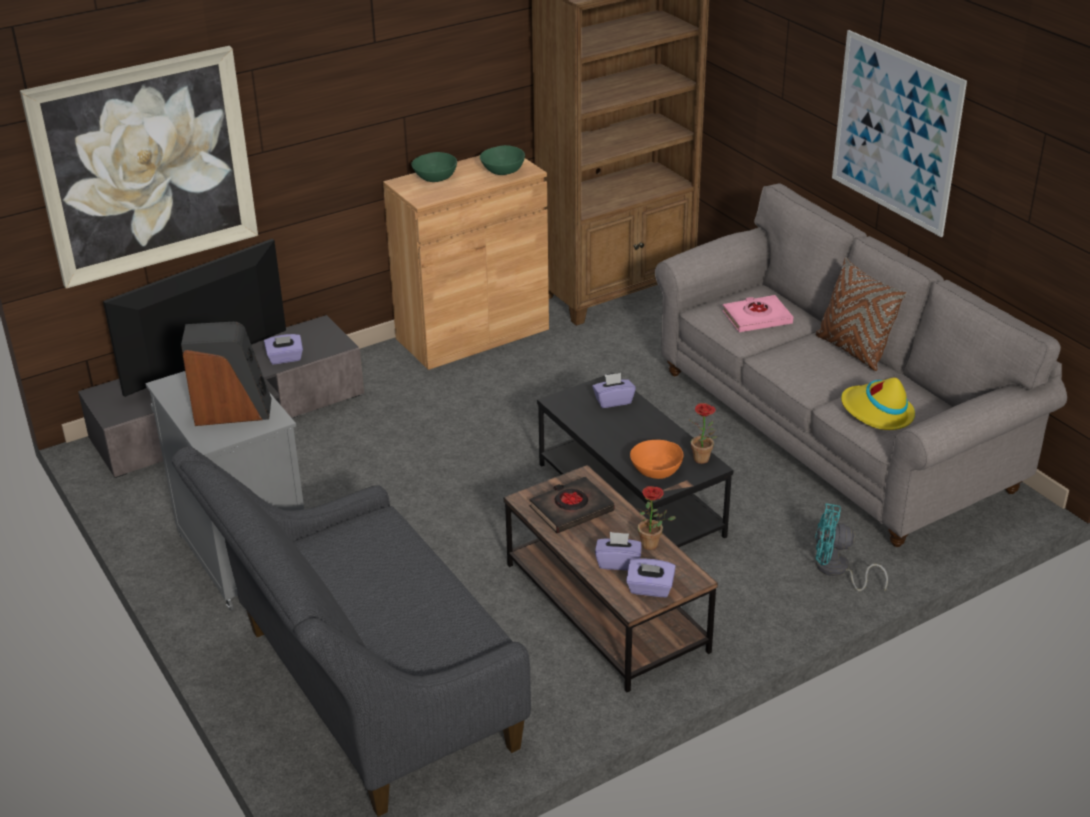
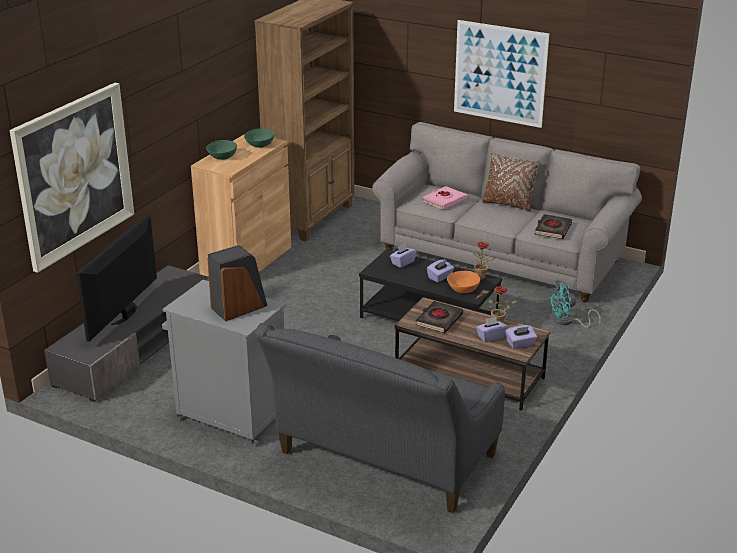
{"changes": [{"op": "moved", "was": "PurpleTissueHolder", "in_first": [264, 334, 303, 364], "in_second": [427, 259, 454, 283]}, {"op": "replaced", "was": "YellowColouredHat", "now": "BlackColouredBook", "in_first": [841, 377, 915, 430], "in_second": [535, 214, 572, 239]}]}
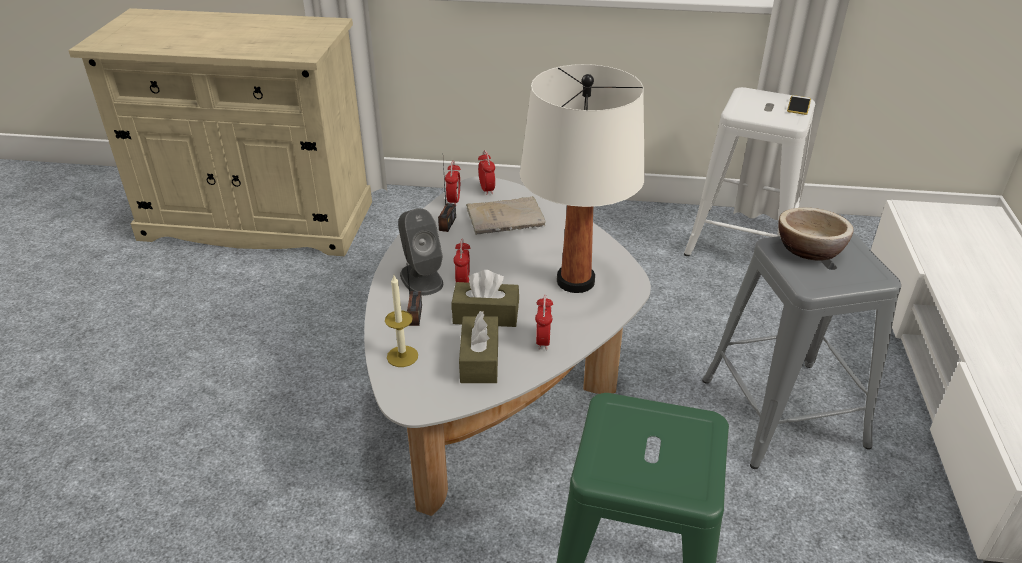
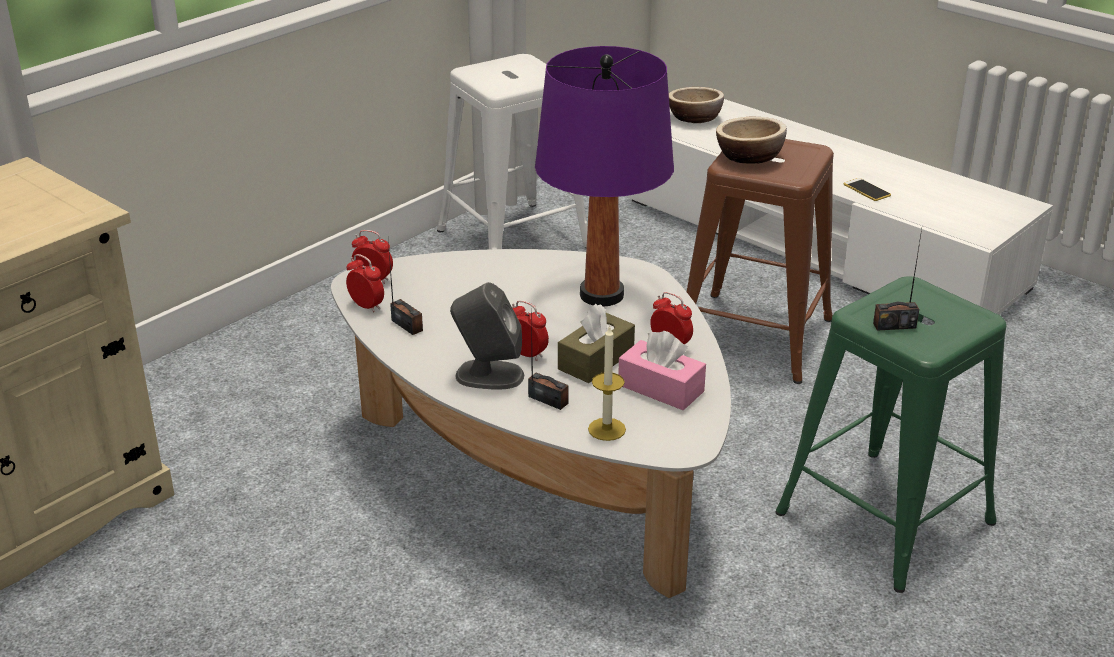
{"changes": [{"op": "recoloured", "was": "WhiteColouredTabletopLamp", "now": "PurpleTabletopLamp", "in_first": [520, 64, 645, 293], "in_second": [535, 46, 674, 306]}, {"op": "moved", "was": "Phone", "in_first": [787, 95, 811, 115], "in_second": [844, 178, 891, 201]}, {"op": "removed", "was": "BeigeColouredBook", "in_first": [466, 196, 545, 235]}, {"op": "recoloured", "was": "GrayStool", "now": "BrownishStool", "in_first": [702, 233, 901, 469], "in_second": [687, 139, 834, 384]}, {"op": "recoloured", "was": "BrownishTissueHolder", "now": "PinkColouredTissueHolder", "in_first": [459, 311, 498, 383], "in_second": [618, 331, 706, 410]}, {"op": "added", "now": "ServingBowl", "in_second": [669, 87, 724, 123]}, {"op": "added", "now": "RadioSet", "in_second": [873, 229, 922, 331]}]}
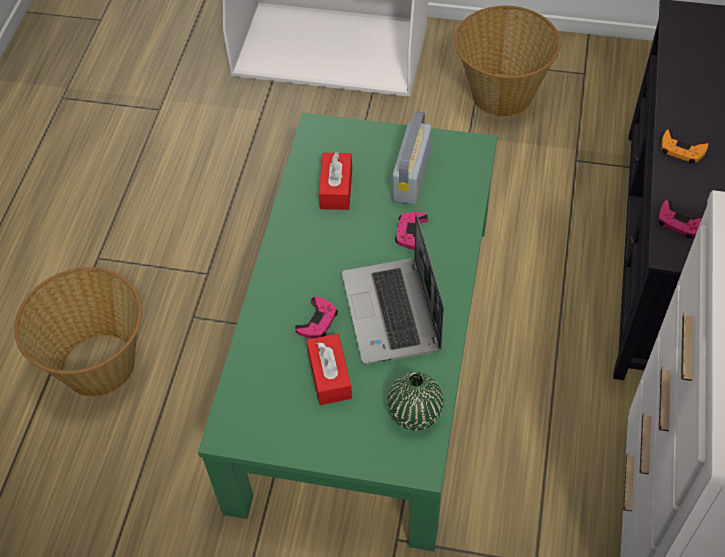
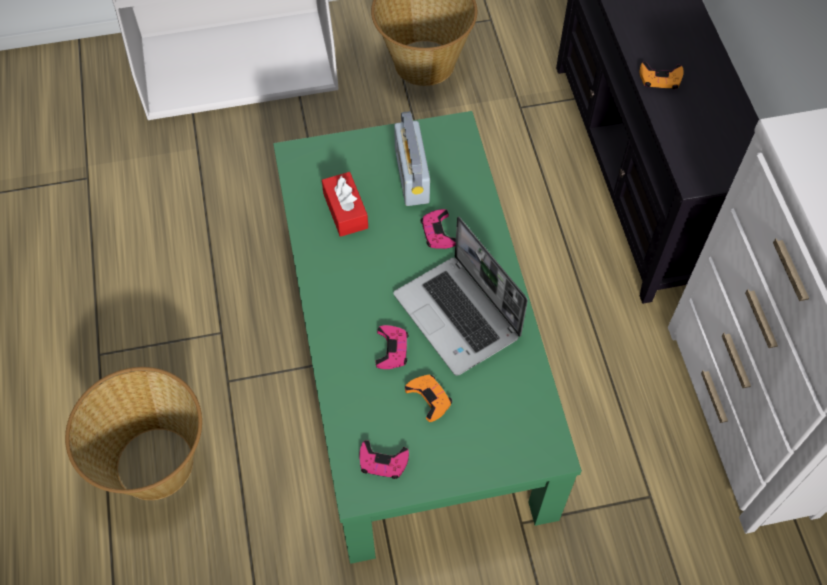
{"changes": [{"op": "moved", "was": "PinkColouredGamepad", "in_first": [658, 199, 703, 238], "in_second": [359, 440, 409, 479]}, {"op": "replaced", "was": "ReddishTissueHolder", "now": "OrangeGamepad", "in_first": [307, 334, 352, 405], "in_second": [405, 375, 452, 422]}, {"op": "removed", "was": "GreenColouredDecorativeVase", "in_first": [387, 371, 444, 430]}]}
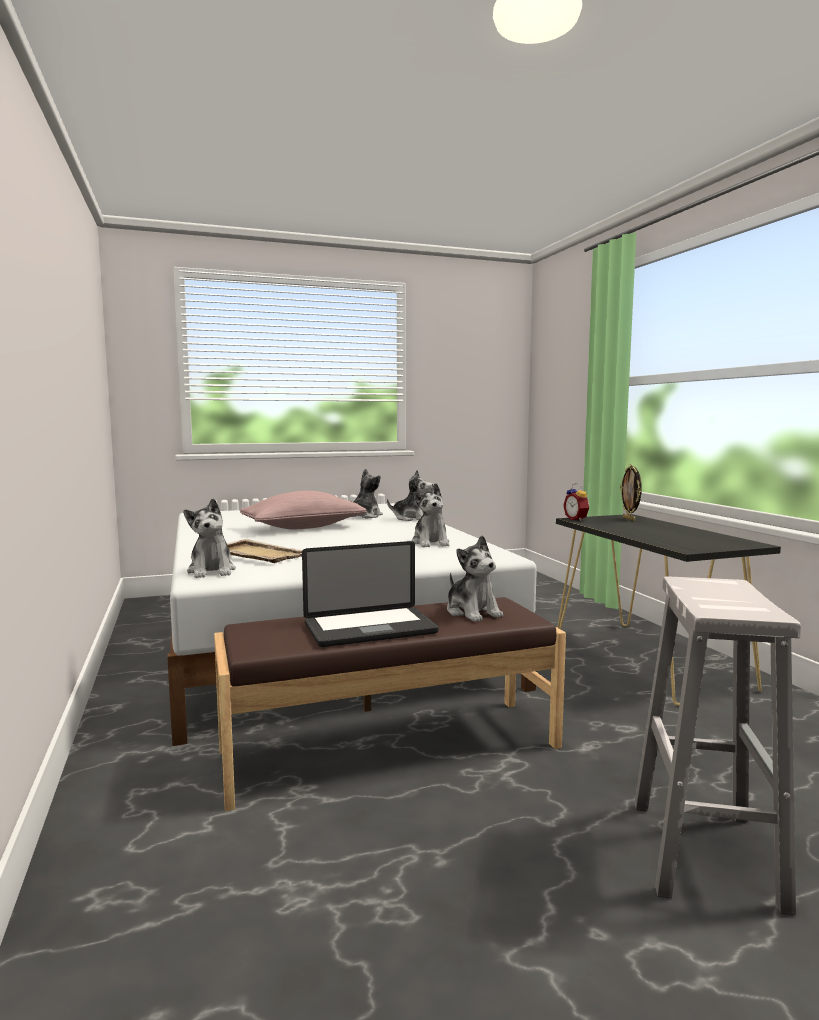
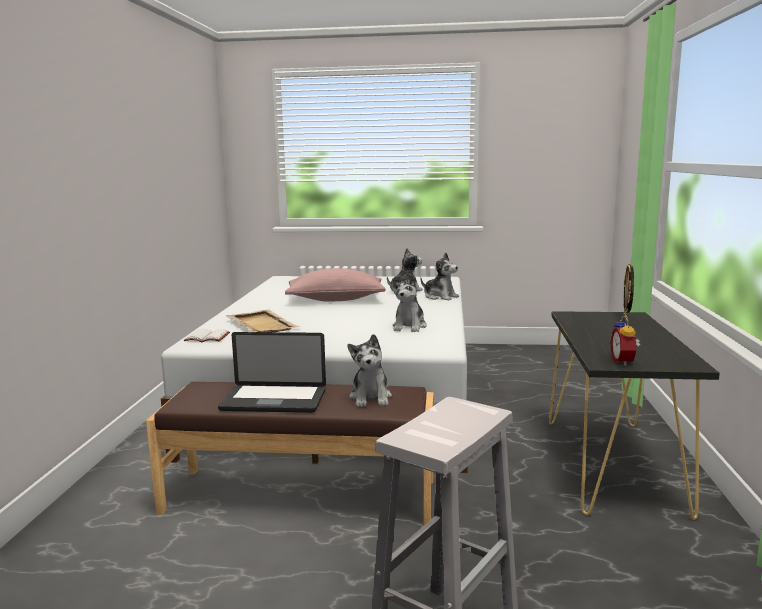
{"changes": [{"op": "moved", "was": "BedsideClock", "in_first": [563, 483, 590, 521], "in_second": [610, 316, 640, 366]}, {"op": "replaced", "was": "SoftToy", "now": "WhiteColouredBook", "in_first": [183, 498, 236, 578], "in_second": [184, 329, 230, 342]}]}
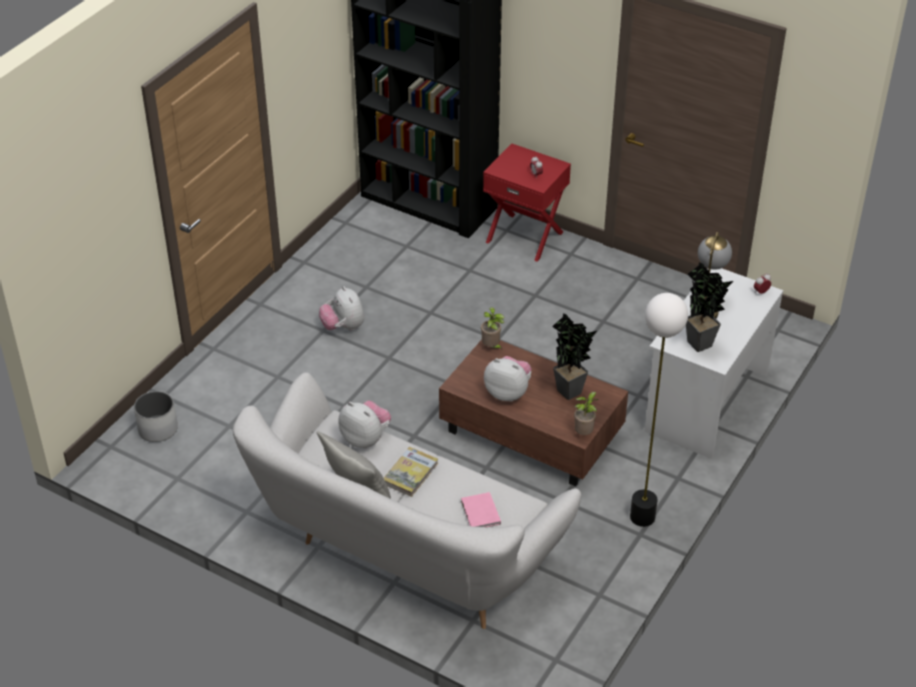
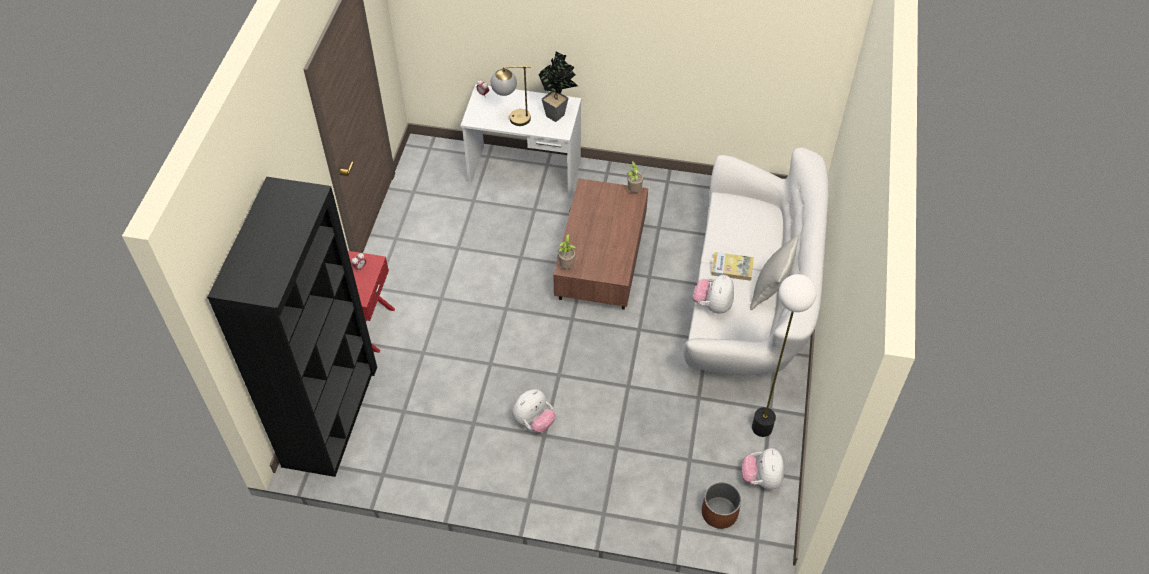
{"changes": [{"op": "moved", "was": "FloorLamp", "in_first": [630, 293, 688, 527], "in_second": [752, 274, 817, 437]}, {"op": "removed", "was": "PlantInAPot", "in_first": [552, 314, 597, 400]}, {"op": "moved", "was": "SoftToy", "in_first": [484, 356, 532, 401], "in_second": [742, 448, 784, 490]}, {"op": "recoloured", "was": "WhiteColouredPlantPot", "now": "BrownishPlantPot", "in_first": [134, 391, 178, 442], "in_second": [702, 482, 741, 529]}, {"op": "removed", "was": "PinkColouredBook", "in_first": [461, 492, 501, 527]}]}
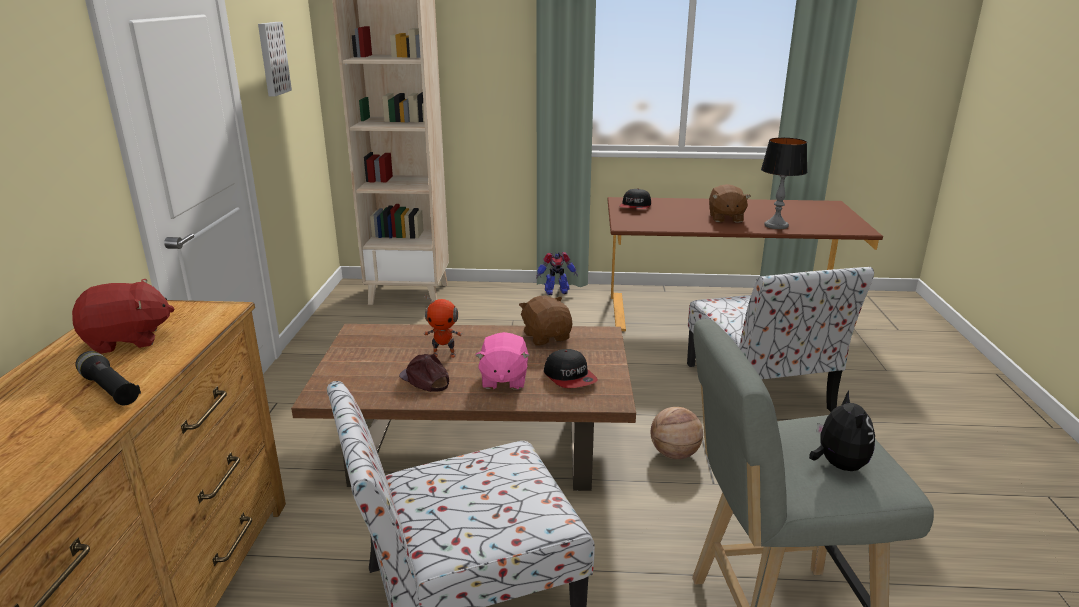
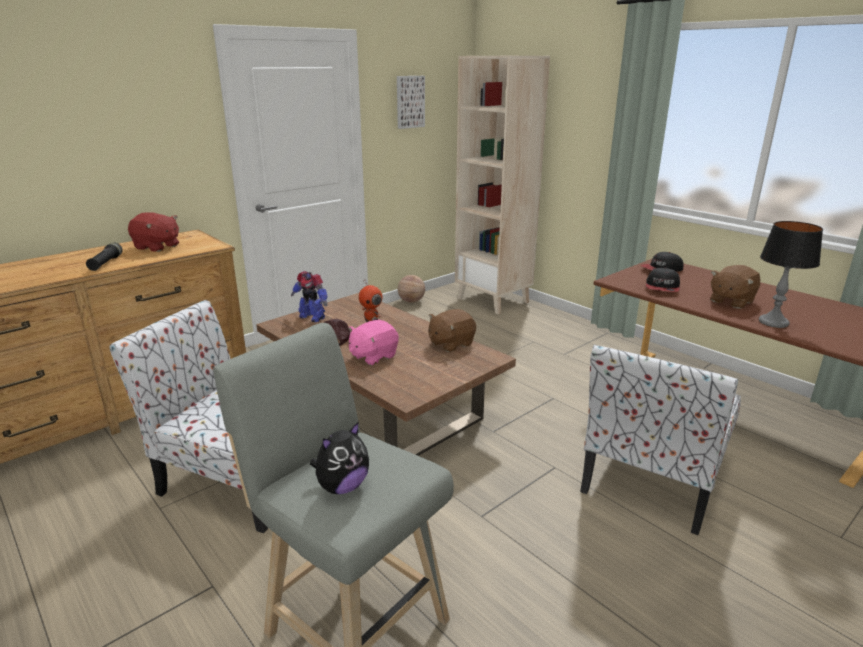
{"changes": [{"op": "moved", "was": "ModelRobot", "in_first": [536, 252, 578, 295], "in_second": [291, 271, 327, 322]}, {"op": "turned", "was": "BrownishSoftToy", "in_first": [519, 296, 572, 345], "in_second": [428, 309, 476, 352], "clockwise": -150}, {"op": "moved", "was": "PeakedCap", "in_first": [544, 349, 598, 388], "in_second": [646, 268, 680, 292]}, {"op": "moved", "was": "BasketballBall", "in_first": [651, 407, 703, 459], "in_second": [398, 275, 425, 303]}]}
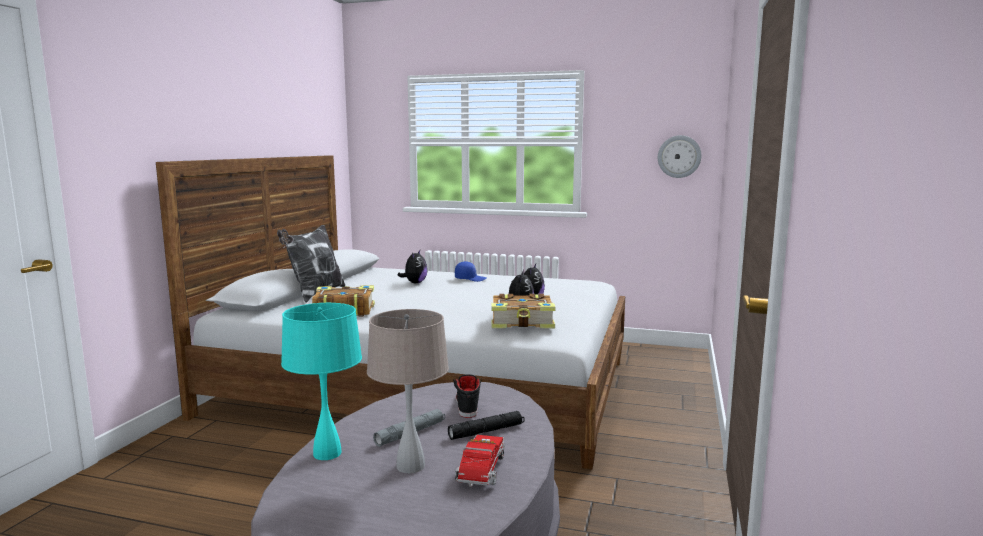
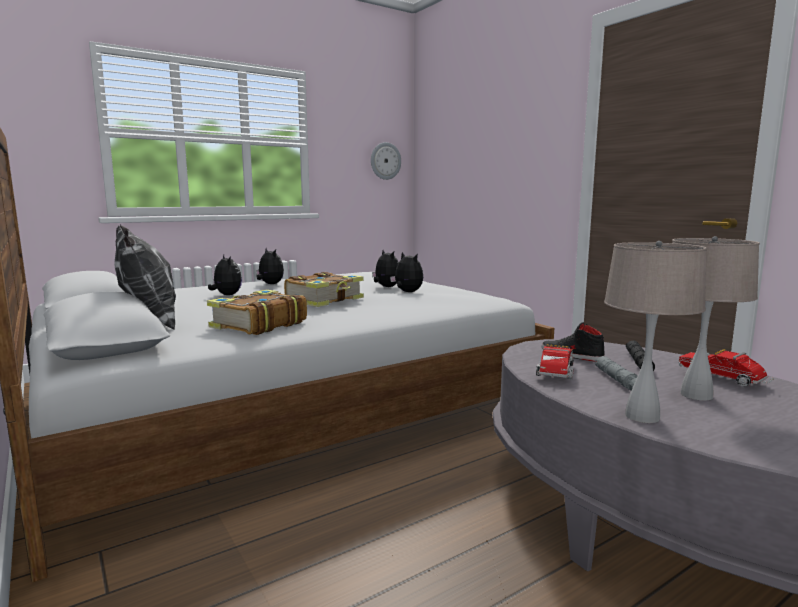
{"changes": [{"op": "replaced", "was": "BlueColouredPeakedCap", "now": "SoftToy", "in_first": [455, 261, 486, 282], "in_second": [256, 248, 284, 284]}, {"op": "moved", "was": "Book", "in_first": [492, 294, 556, 328], "in_second": [284, 272, 364, 307]}, {"op": "recoloured", "was": "TurquoiseTabletopLamp", "now": "BeigeColouredTabletopLamp", "in_first": [281, 303, 362, 460], "in_second": [604, 241, 707, 423]}, {"op": "added", "now": "ModelTruck", "in_second": [536, 344, 574, 380]}]}
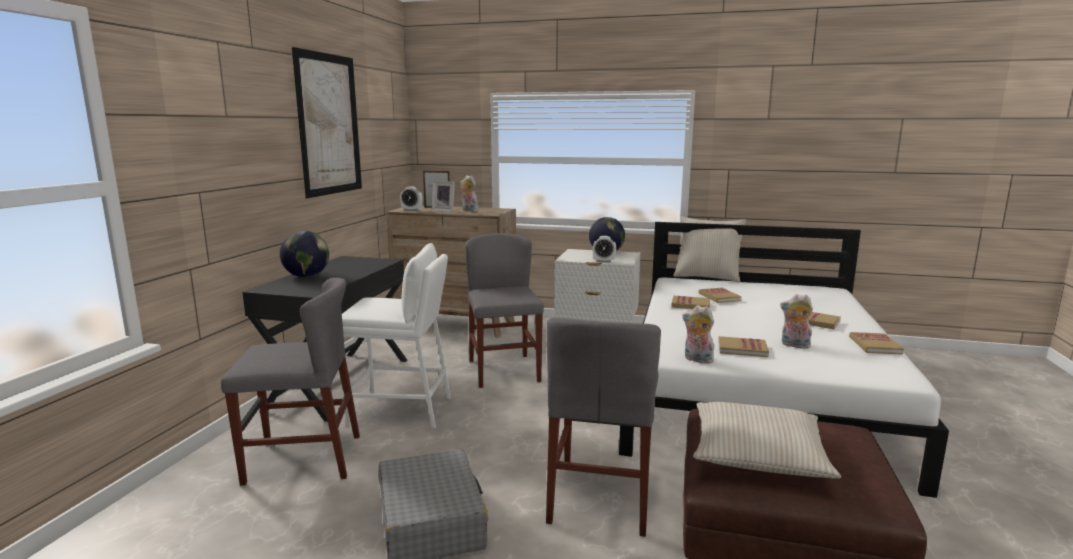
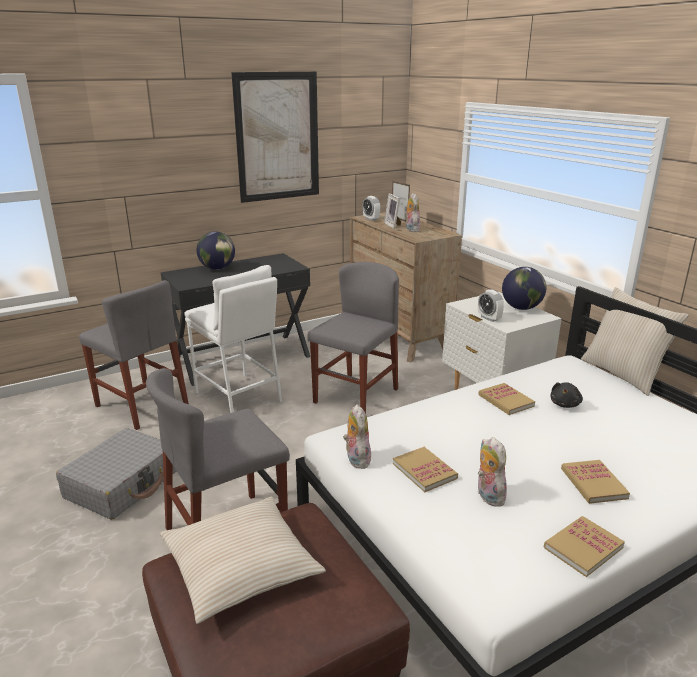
{"changes": [{"op": "replaced", "was": "Book", "now": "BlackColouredSoftToy", "in_first": [699, 288, 741, 303], "in_second": [551, 382, 583, 408]}]}
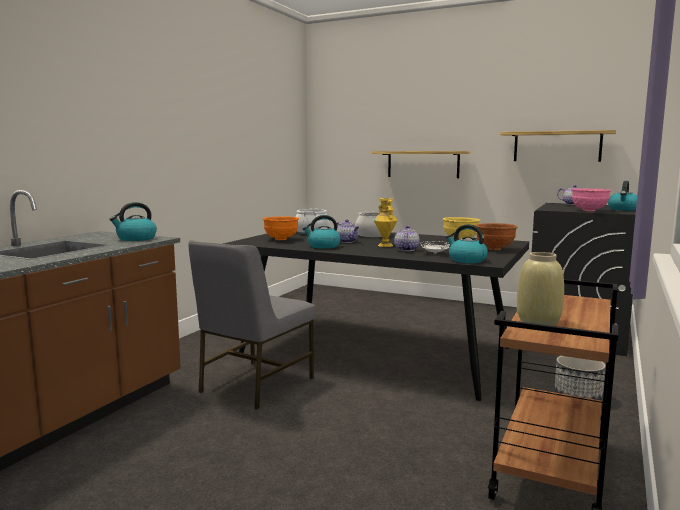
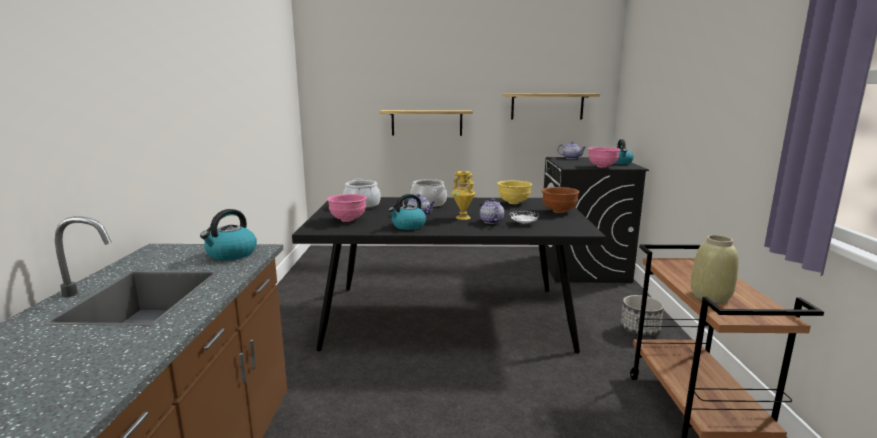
{"changes": [{"op": "recoloured", "was": "OrangeServingBowl", "now": "PinkColouredServingBowl", "in_first": [263, 217, 299, 240], "in_second": [327, 194, 367, 222]}, {"op": "removed", "was": "Kettle", "in_first": [446, 224, 488, 263]}, {"op": "removed", "was": "GrayPlainChair", "in_first": [189, 240, 316, 410]}]}
